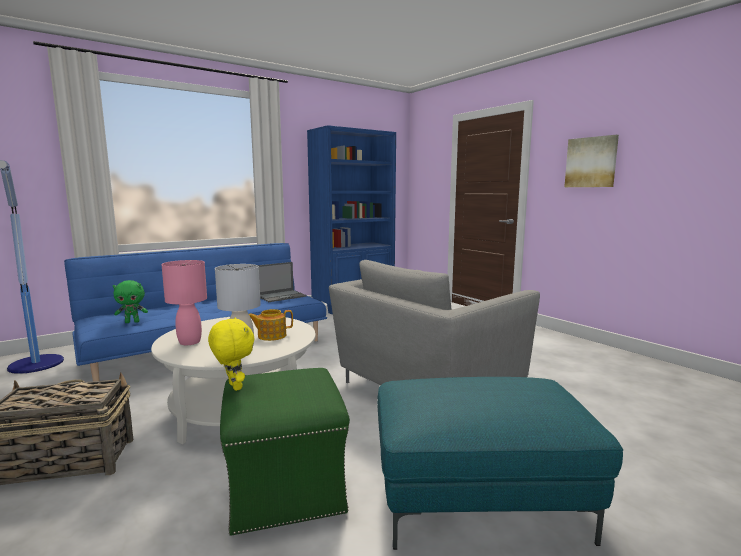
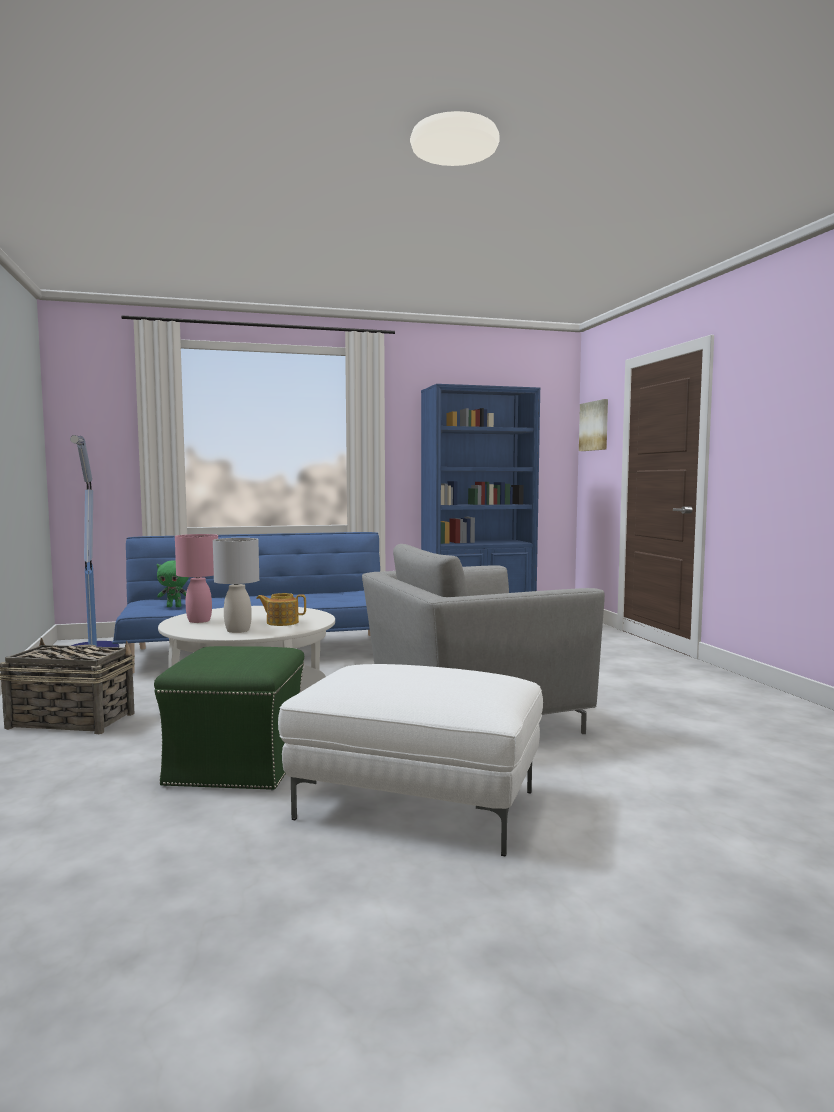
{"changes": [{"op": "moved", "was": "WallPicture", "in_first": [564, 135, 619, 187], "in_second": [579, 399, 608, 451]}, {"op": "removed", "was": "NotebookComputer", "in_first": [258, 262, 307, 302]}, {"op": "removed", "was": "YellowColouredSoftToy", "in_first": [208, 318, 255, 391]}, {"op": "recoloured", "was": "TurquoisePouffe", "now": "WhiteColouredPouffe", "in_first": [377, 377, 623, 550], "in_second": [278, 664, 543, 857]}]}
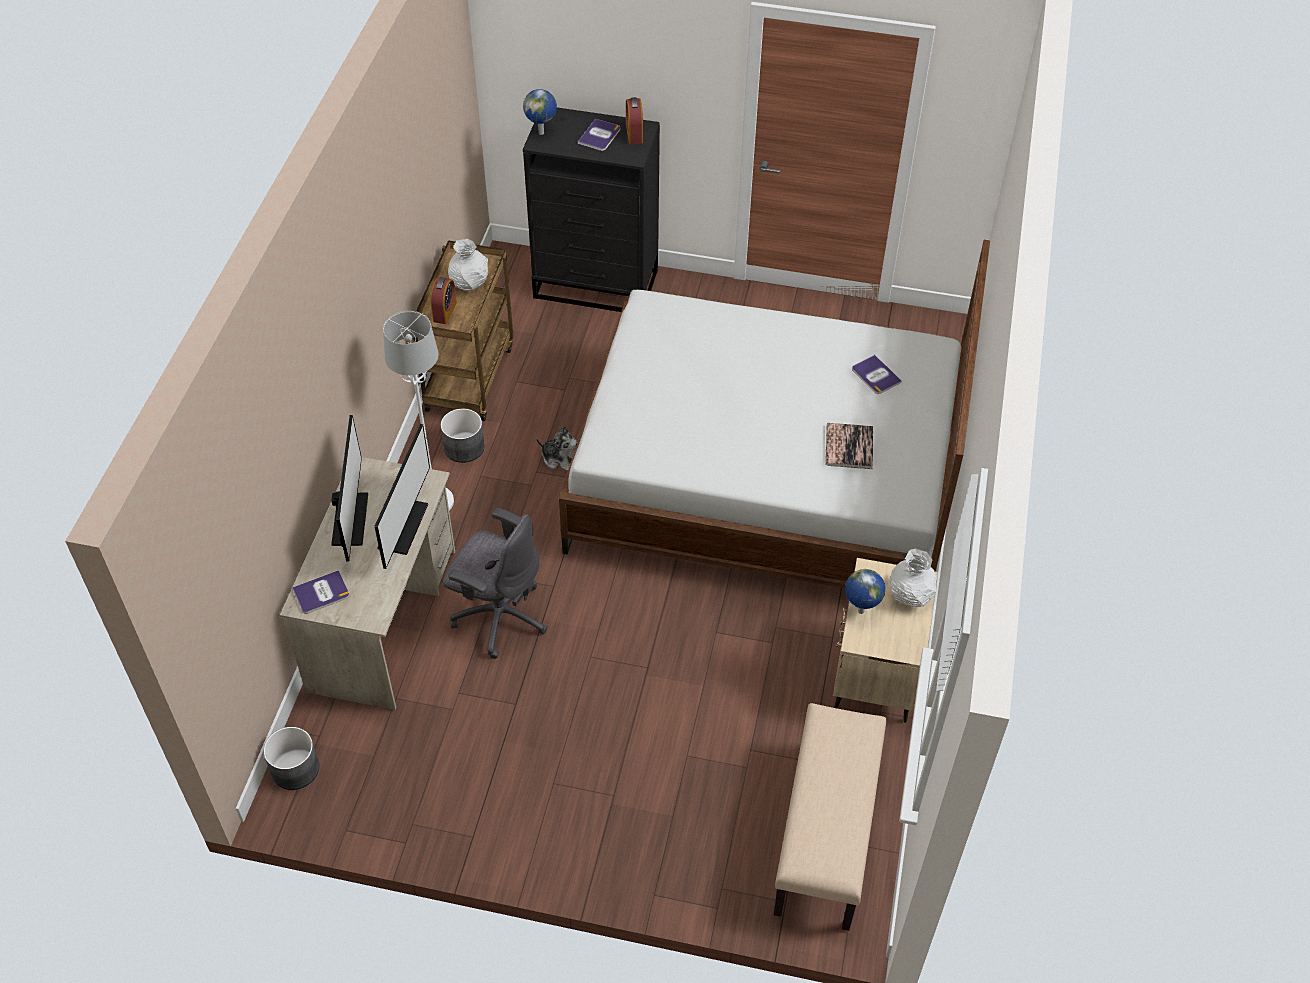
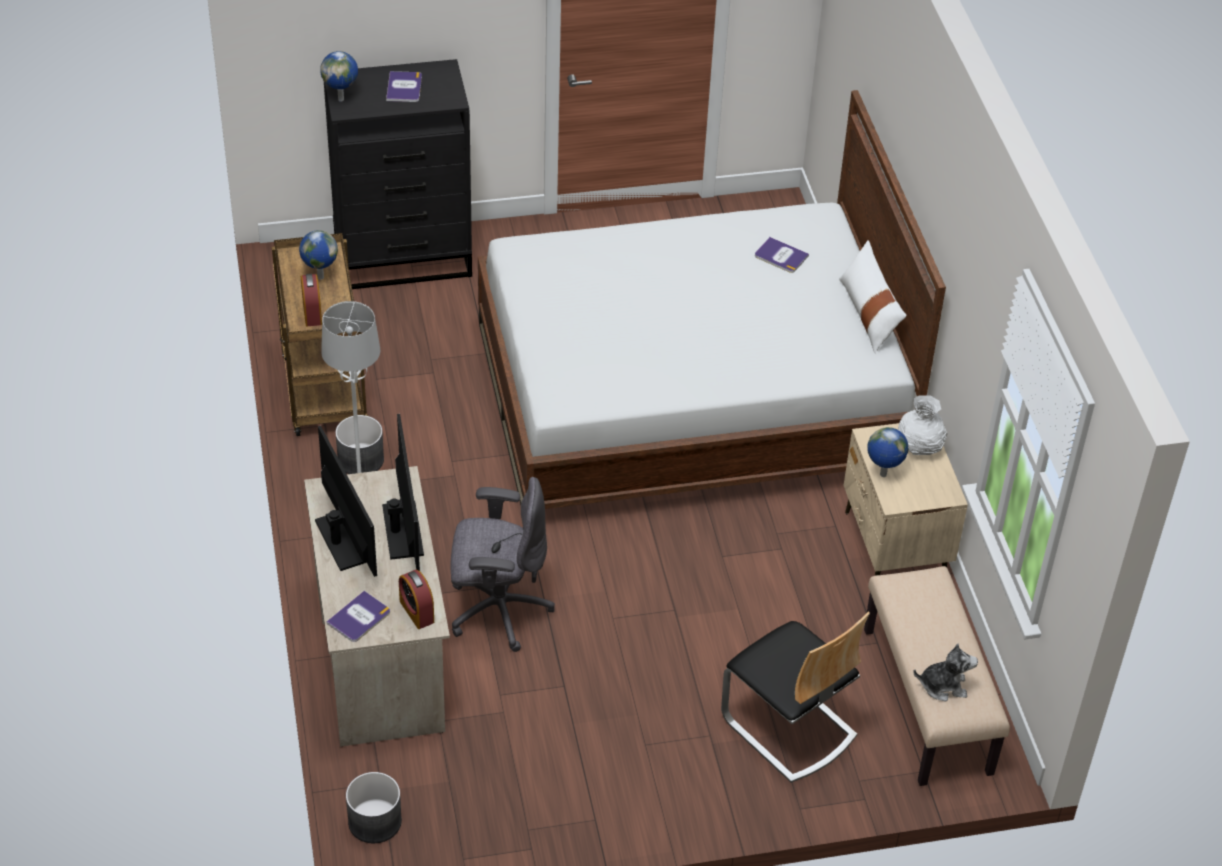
{"changes": [{"op": "moved", "was": "BedsideClock", "in_first": [626, 97, 643, 144], "in_second": [399, 570, 434, 629]}, {"op": "replaced", "was": "WhiteColouredDecorativeVase", "now": "WorldGlobe", "in_first": [448, 239, 488, 291], "in_second": [299, 230, 338, 280]}, {"op": "removed", "was": "Book", "in_first": [825, 423, 873, 469]}, {"op": "moved", "was": "SoftToy", "in_first": [536, 426, 577, 470], "in_second": [913, 644, 978, 702]}, {"op": "added", "now": "WhiteColouredPillow", "in_second": [839, 240, 907, 353]}, {"op": "added", "now": "PlainChair", "in_second": [721, 611, 870, 783]}]}
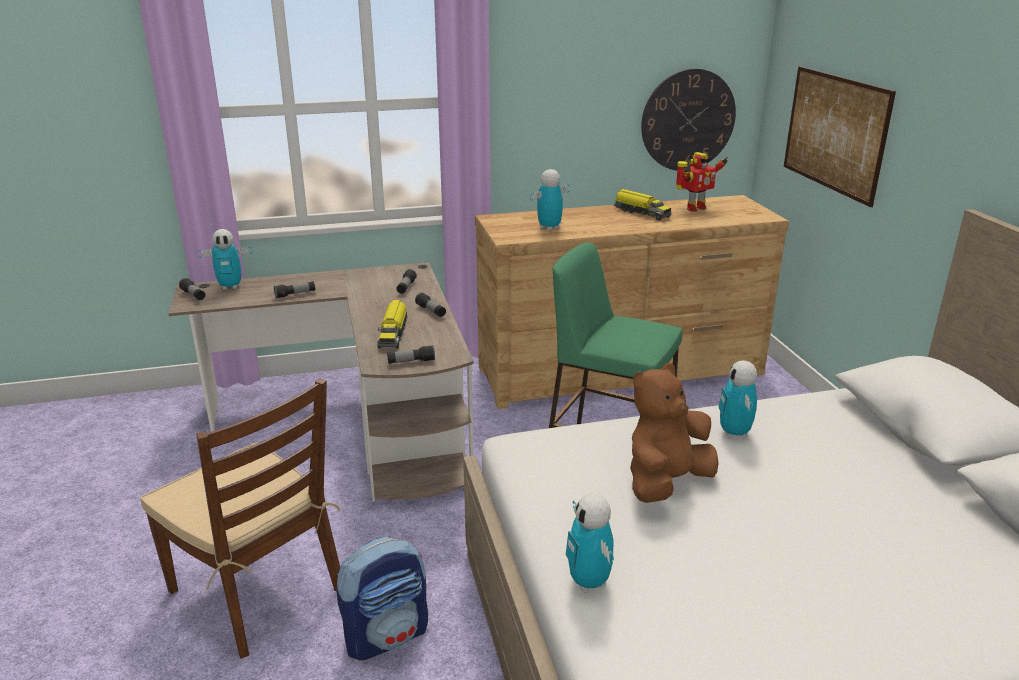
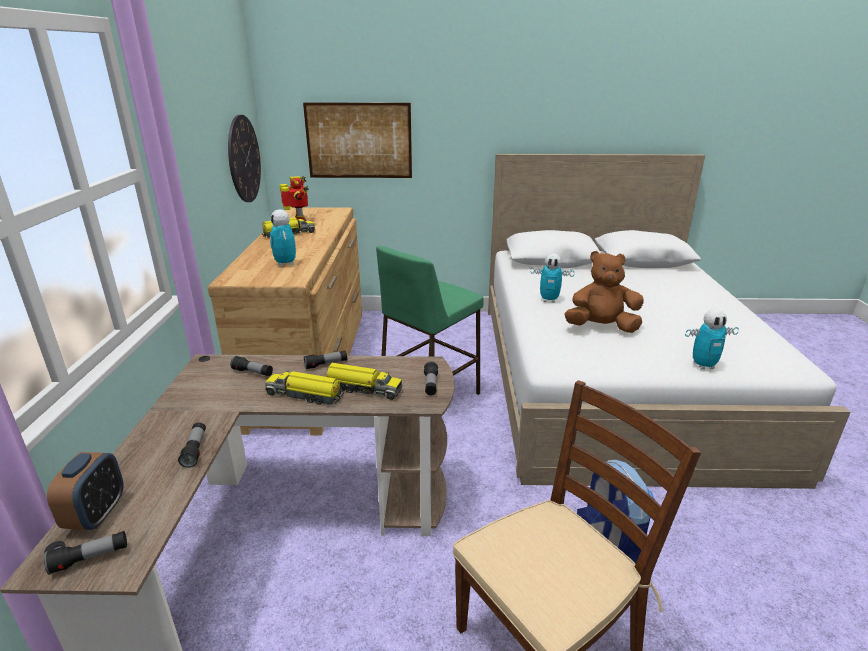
{"changes": [{"op": "replaced", "was": "ModelRobot", "now": "BedsideClock", "in_first": [197, 229, 253, 290], "in_second": [47, 452, 124, 530]}, {"op": "turned", "was": "BrownishSoftToy", "in_first": [630, 363, 719, 503], "in_second": [564, 251, 644, 333], "clockwise": 120}, {"op": "added", "now": "ModelTruck", "in_second": [265, 370, 344, 405]}]}
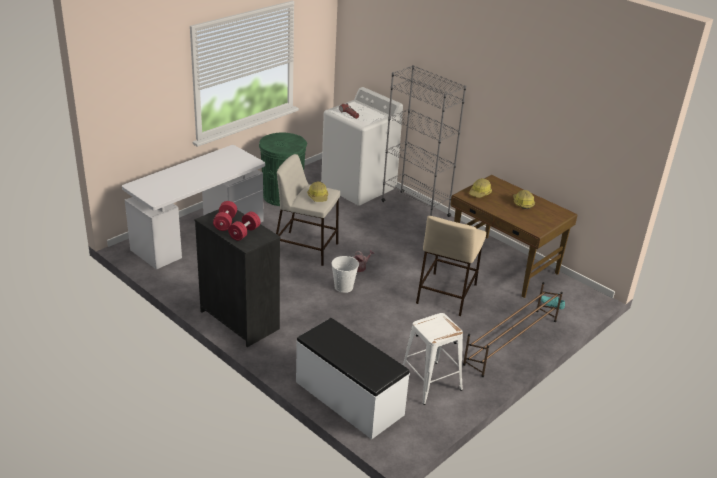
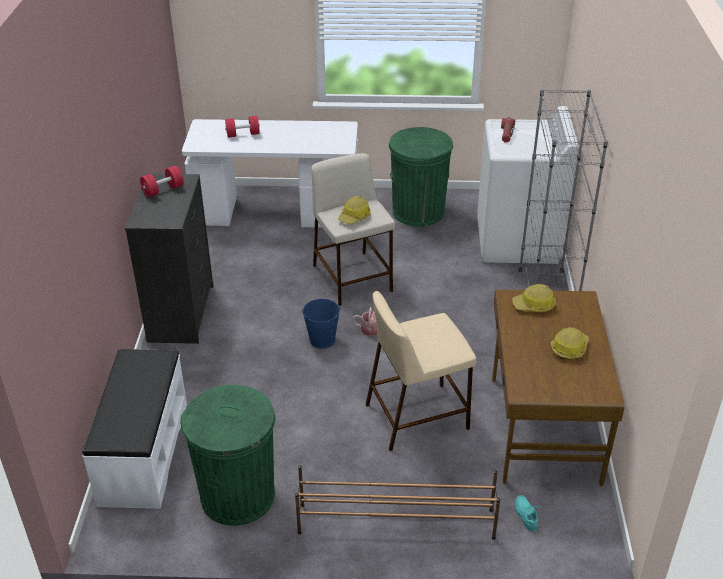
{"changes": [{"op": "moved", "was": "ReddishHandWeight", "in_first": [228, 212, 260, 241], "in_second": [225, 116, 260, 137]}, {"op": "recoloured", "was": "WhiteColouredBucket", "now": "BlueColouredBucket", "in_first": [331, 256, 359, 293], "in_second": [302, 299, 341, 349]}, {"op": "replaced", "was": "WhiteColouredStool", "now": "GreenColouredWasteBin", "in_first": [403, 313, 463, 405], "in_second": [180, 385, 275, 526]}]}
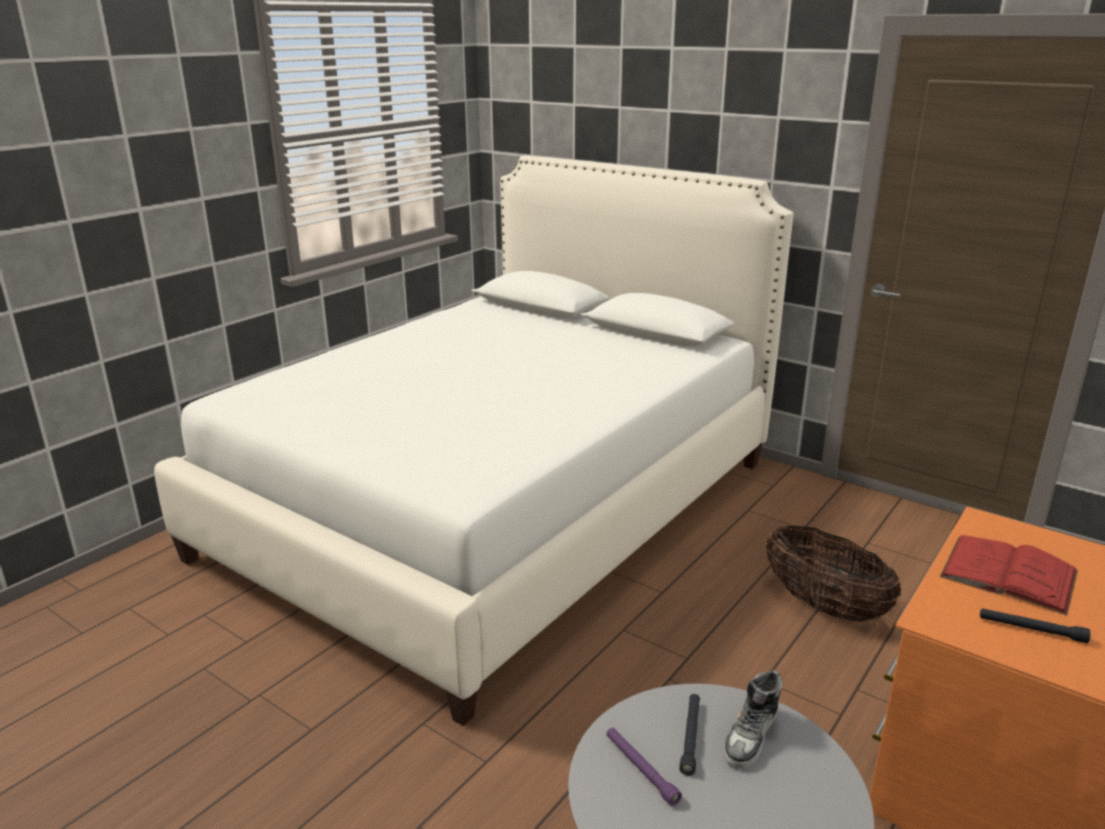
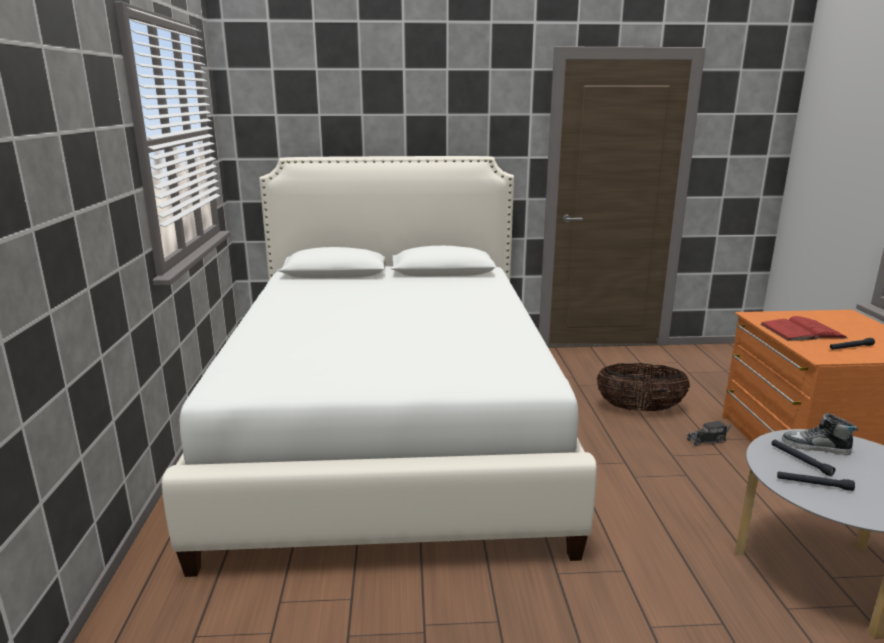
{"changes": [{"op": "turned", "was": "LowShoe", "in_first": [724, 670, 782, 768], "in_second": [782, 413, 858, 455], "clockwise": 120}, {"op": "recoloured", "was": "PurpleHandTorch", "now": "BlackColouredHandTorch", "in_first": [606, 728, 682, 806], "in_second": [777, 471, 855, 491]}, {"op": "added", "now": "ModelTruck", "in_second": [687, 421, 731, 446]}]}
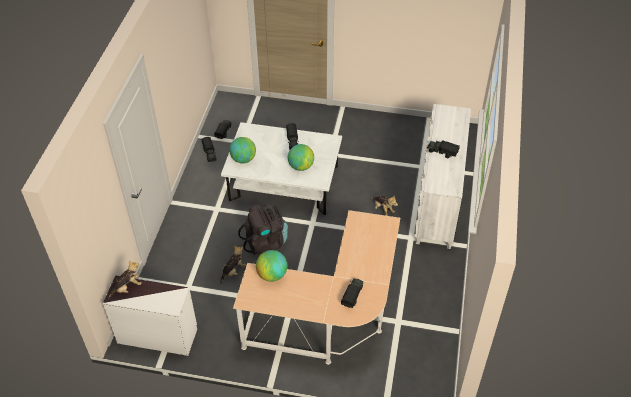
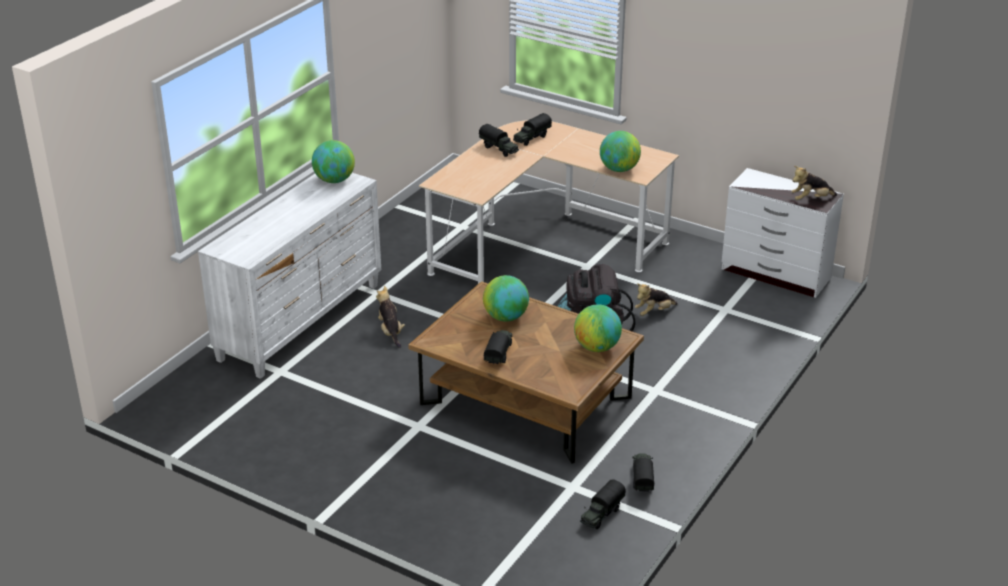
{"changes": [{"op": "recoloured", "was": "WhiteColouredLoungeTable", "now": "BrownishLoungeTable", "in_first": [221, 122, 342, 215], "in_second": [408, 281, 644, 464]}, {"op": "moved", "was": "ModelTruck", "in_first": [427, 140, 460, 158], "in_second": [479, 124, 519, 157]}, {"op": "added", "now": "WorldGlobe", "in_second": [312, 140, 355, 183]}]}
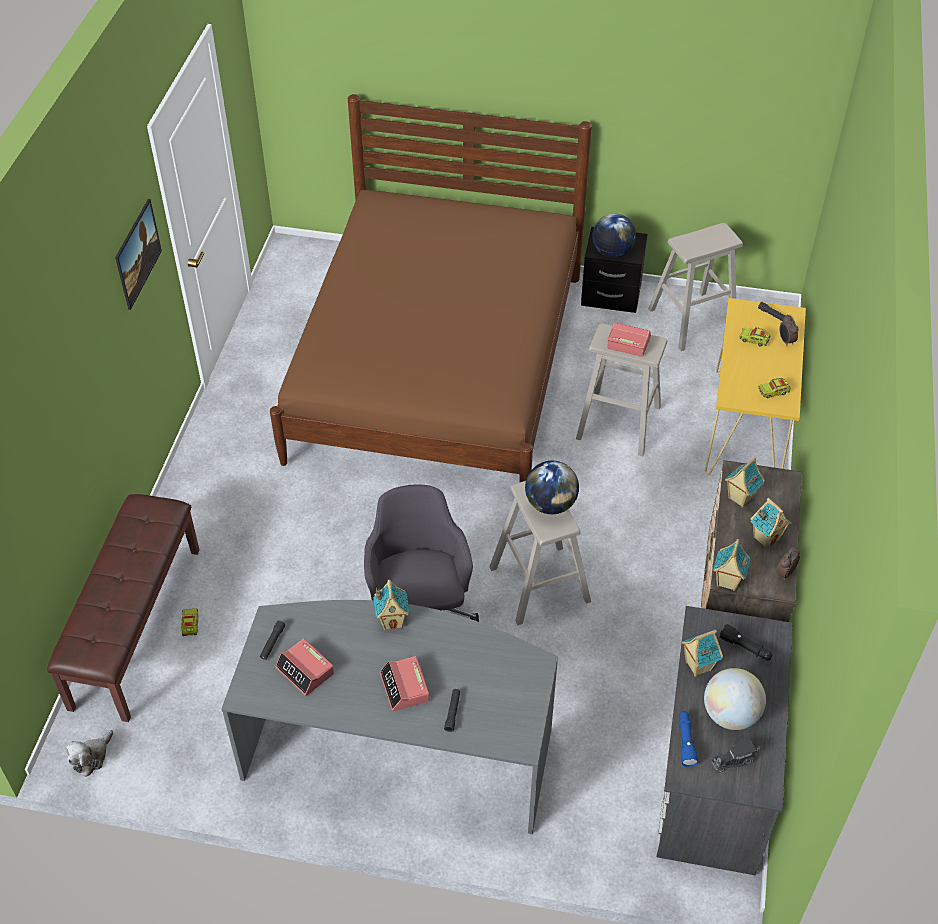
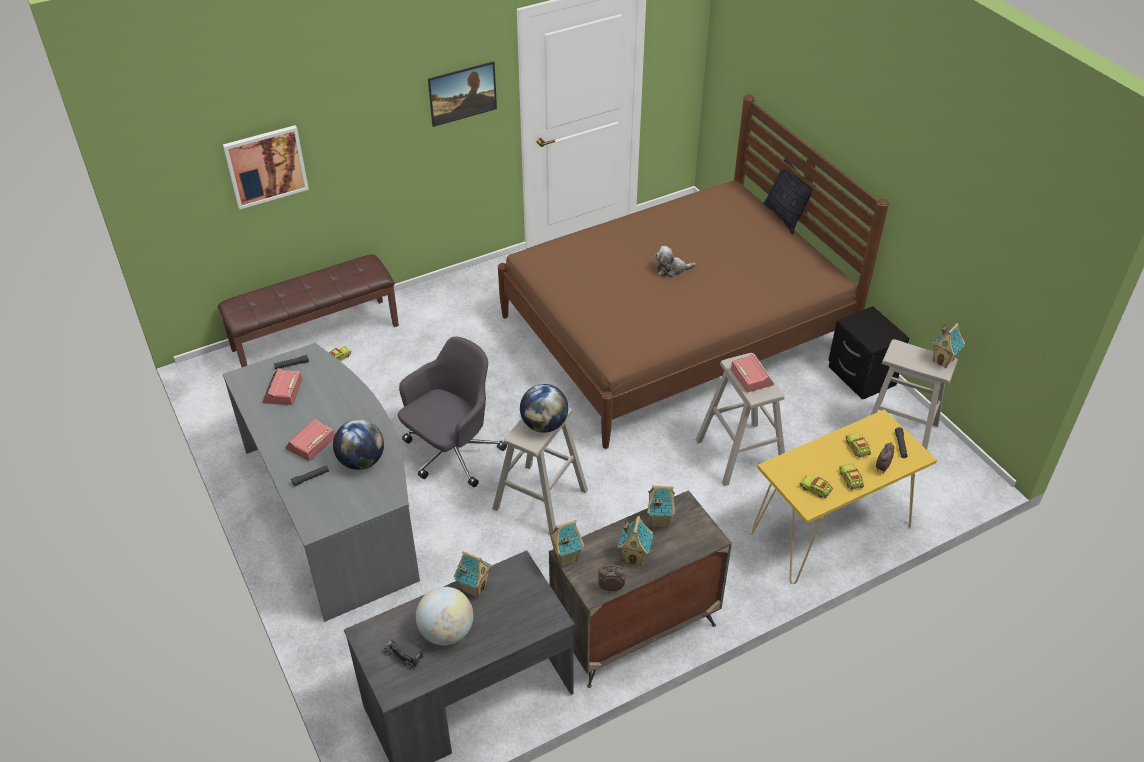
{"changes": [{"op": "moved", "was": "WorldGlobe", "in_first": [592, 214, 636, 258], "in_second": [333, 419, 384, 470]}, {"op": "moved", "was": "ToyHouse", "in_first": [373, 579, 410, 630], "in_second": [931, 323, 965, 368]}, {"op": "removed", "was": "BlackColouredHandTorch", "in_first": [719, 624, 773, 660]}, {"op": "removed", "was": "BlueColouredHandTorch", "in_first": [679, 711, 698, 767]}, {"op": "moved", "was": "SoftToy", "in_first": [66, 730, 113, 777], "in_second": [655, 246, 696, 278]}, {"op": "added", "now": "WallPicture", "in_second": [223, 125, 309, 209]}, {"op": "added", "now": "Pillow", "in_second": [763, 158, 816, 234]}, {"op": "added", "now": "ModelTruck", "in_second": [839, 464, 864, 490]}]}
